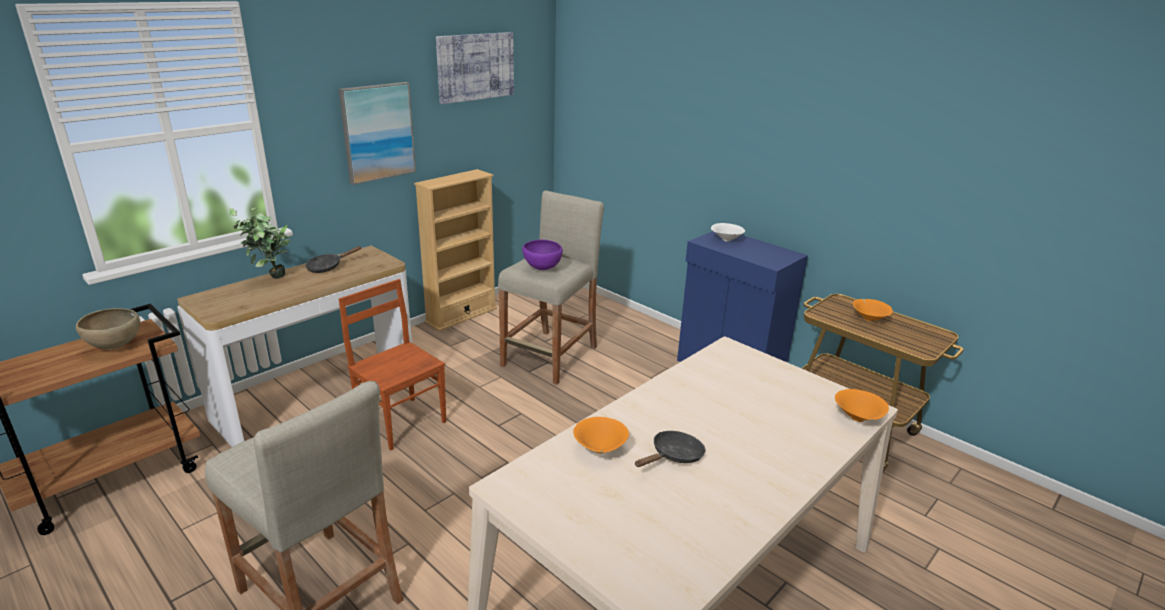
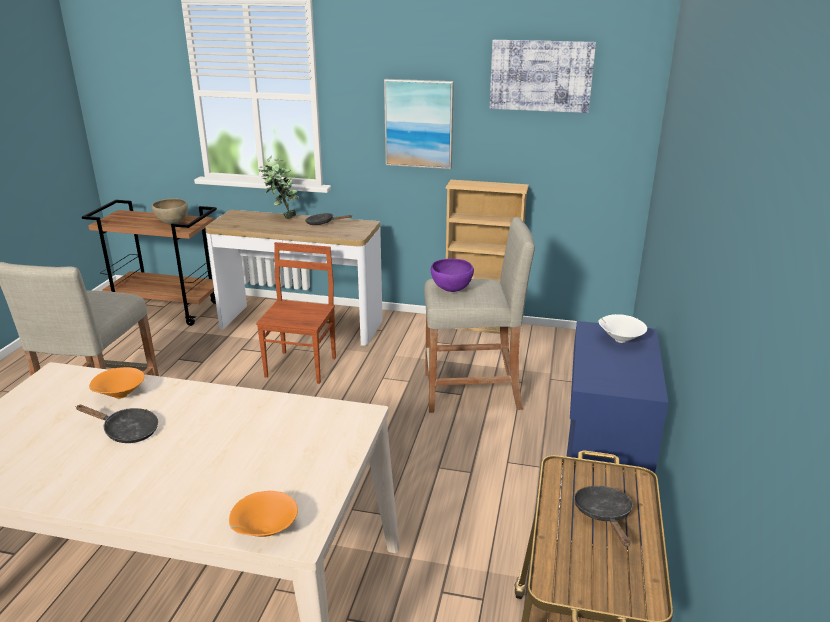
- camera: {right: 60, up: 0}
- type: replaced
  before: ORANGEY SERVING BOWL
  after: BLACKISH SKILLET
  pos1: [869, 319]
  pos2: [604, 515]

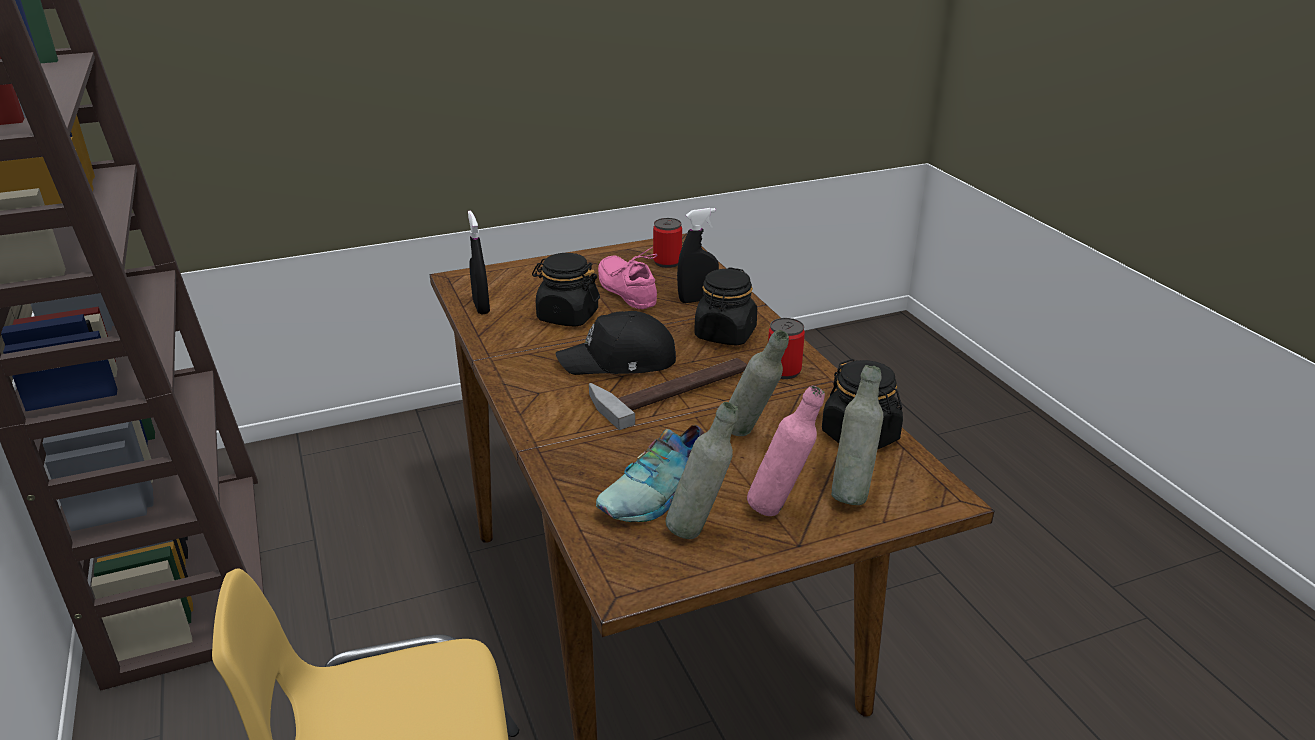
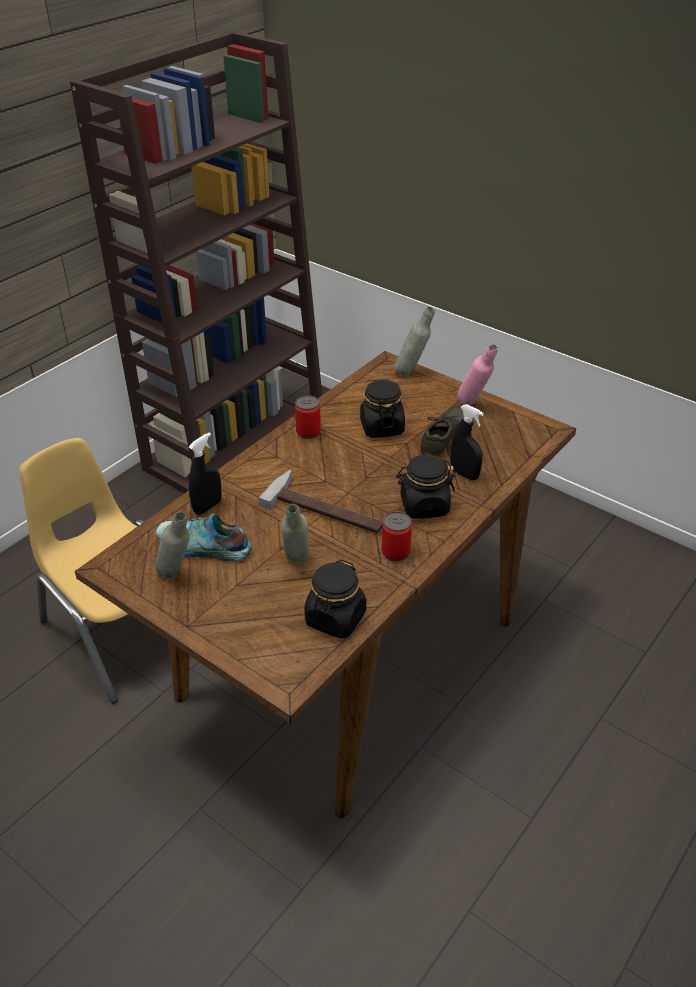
- camera: {right: 60, up: 10}
- type: moved
  before: BLACKISH HAND SPRAYER
  pos1: [481, 307]
  pos2: [207, 507]
- type: moved
  before: CAN
  pos1: [667, 262]
  pos2: [308, 432]
- type: recoloured
  before: PINK LOW SHOE
  after: GREYISH LOW SHOE
  pos1: [629, 290]
  pos2: [447, 438]
- type: removed
  before: BLACKISH PEAKED CAP
  pos1: [620, 361]
- type: moved
  before: GREYISH BEVERAGE BOTTLE
  pos1: [852, 493]
  pos2: [412, 373]
- type: moved
  before: PINK BEVERAGE BOTTLE
  pos1: [780, 508]
  pos2: [473, 405]

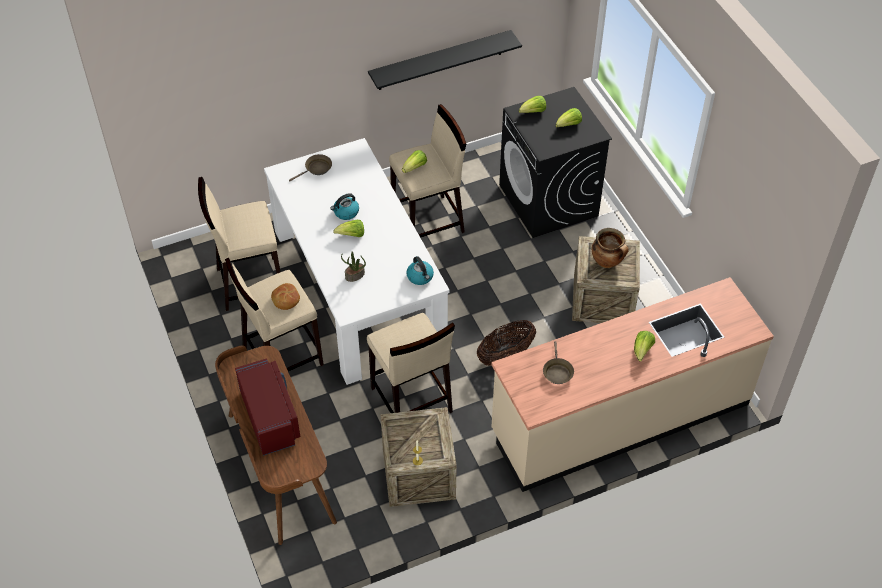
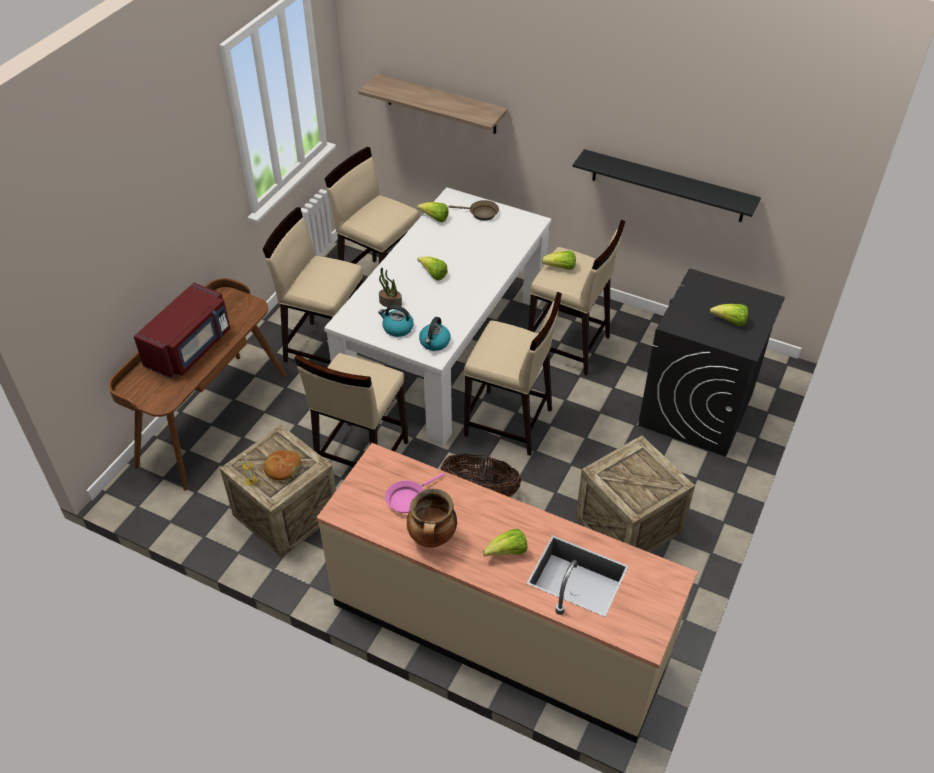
- camera: {right: 50, up: -5}
- type: moved
  before: LETTUCE
  pos1: [533, 112]
  pos2: [435, 218]
- type: moved
  before: WATER KETTLE
  pos1: [346, 212]
  pos2: [397, 328]
- type: moved
  before: COOKING POT
  pos1: [607, 262]
  pos2: [432, 539]
- type: moved
  before: BAKED BREAD
  pos1: [285, 299]
  pos2: [282, 468]
- type: recoloured
  before: BROWN SKILLET
  after: PINK SKILLET
  pos1: [557, 372]
  pos2: [408, 498]
- type: added
  after: WALL SHELF
  pos2: [441, 104]
- type: added
  after: BEIGE SITTING STOOL
  pos2: [509, 423]

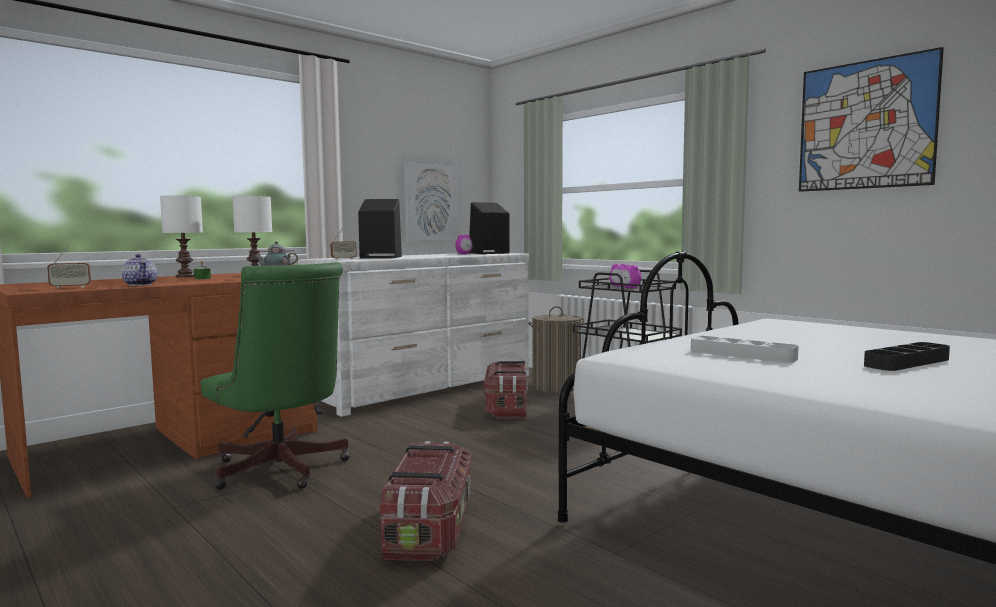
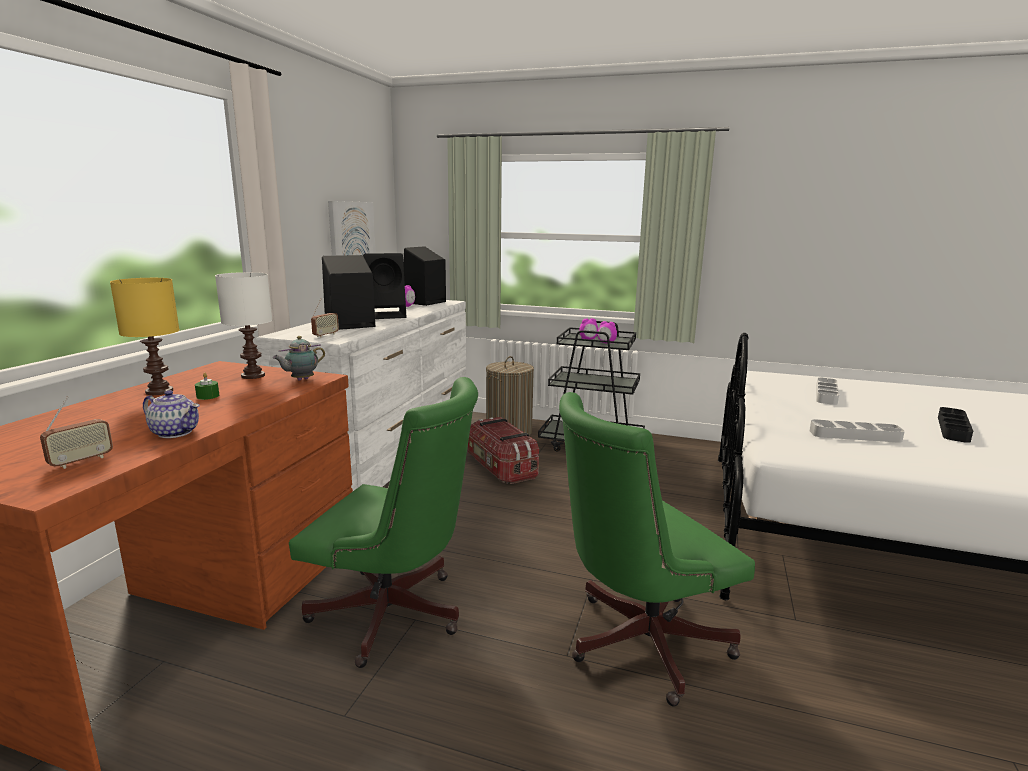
- camera: {right: -30, up: 10}
- type: removed
  before: PICTURE
  pos1: [865, 125]
- type: recoloured
  before: WHITE-COLOURED TABLETOP LAMP
  after: YELLOWISH TABLETOP LAMP
  pos1: [186, 276]
  pos2: [160, 391]
- type: replaced
  before: STORAGE BIN
  after: GREEN COMPUTER CHAIR
  pos1: [430, 528]
  pos2: [637, 643]
- type: added
  after: BLACKISH LOUDSPEAKER
  pos2: [386, 315]
- type: added
  after: GREYISH CARRYING TRAY
  pos2: [826, 394]

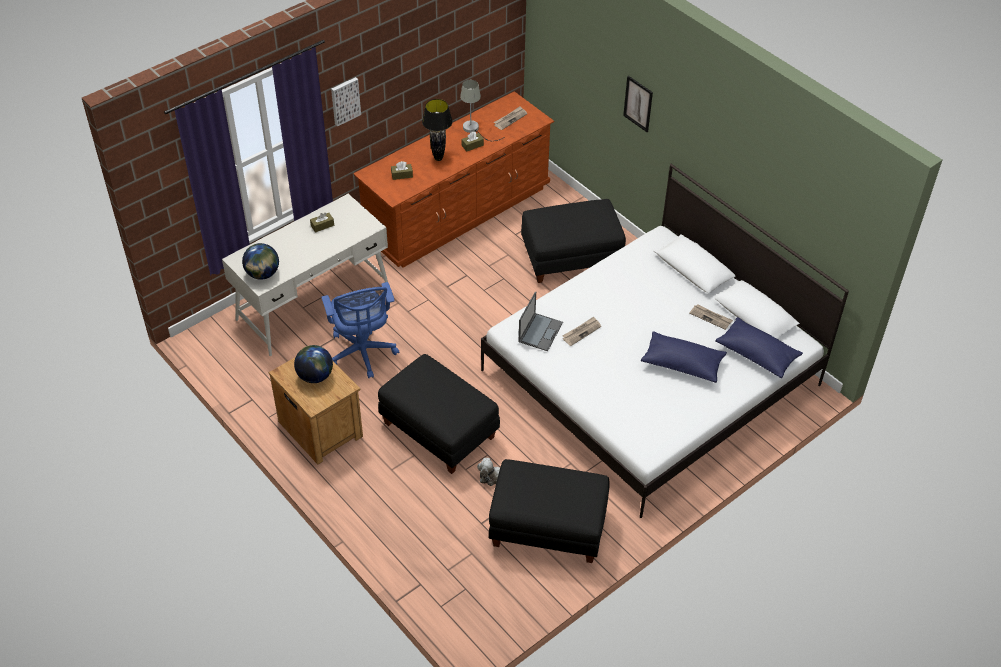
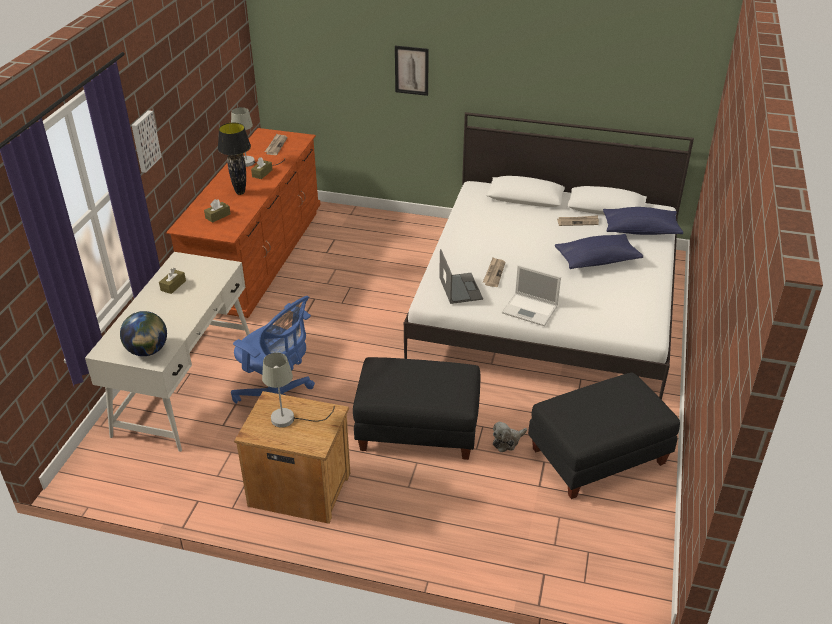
- camera: {right: -35, up: -10}
- type: removed
  before: BLACKISH FOOTREST
  pos1: [571, 257]
- type: replaced
  before: WORLD GLOBE
  after: GREYISH TABLETOP LAMP
  pos1: [315, 376]
  pos2: [290, 418]
- type: added
  after: NOTEBOOK COMPUTER
  pos2: [531, 310]

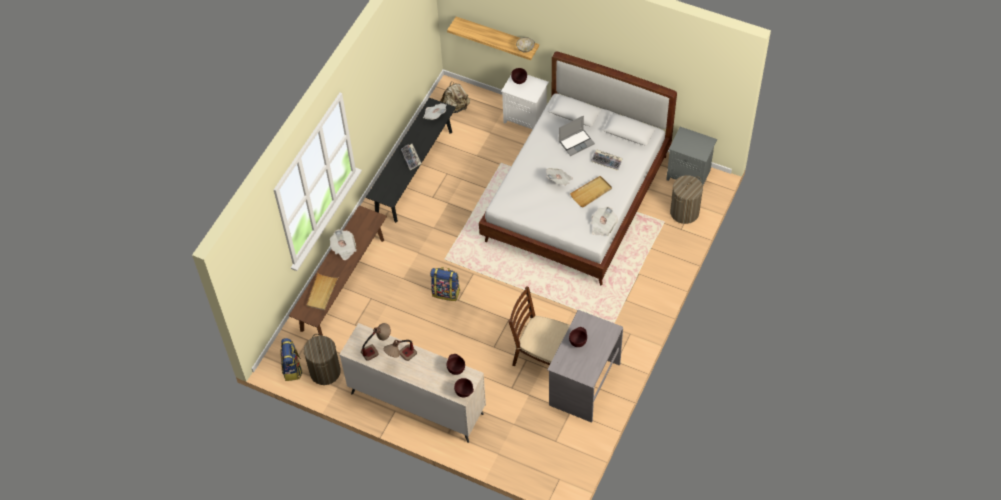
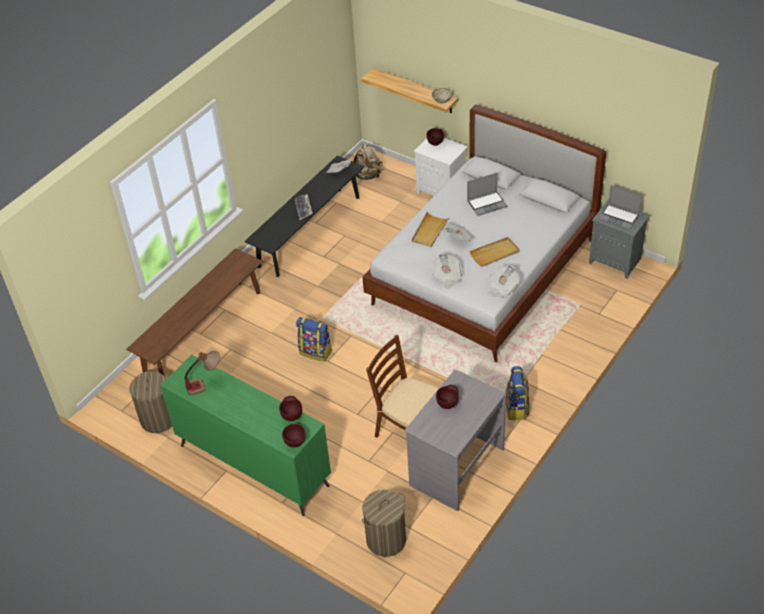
- camera: {right: 10, up: -10}
- type: removed
  before: COMPUTER KEYBOARD
  pos1: [607, 161]
- type: moved
  before: WASHING BASKET
  pos1: [684, 212]
  pos2: [386, 540]
- type: moved
  before: PRINTED PAPER
  pos1: [344, 249]
  pos2: [447, 277]
- type: moved
  before: BEIGE CARRYING TRAY
  pos1: [322, 292]
  pos2: [429, 231]
- type: recoloured
  before: BEIGE DRESSER
  after: GREEN DRESSER
  pos1: [416, 403]
  pos2: [253, 464]
- type: moved
  before: BACKPACK
  pos1: [292, 369]
  pos2: [517, 408]
- type: removed
  before: TABLETOP LAMP
  pos1: [401, 358]
- type: added
  after: NOTEBOOK COMPUTER
  pos2: [619, 217]

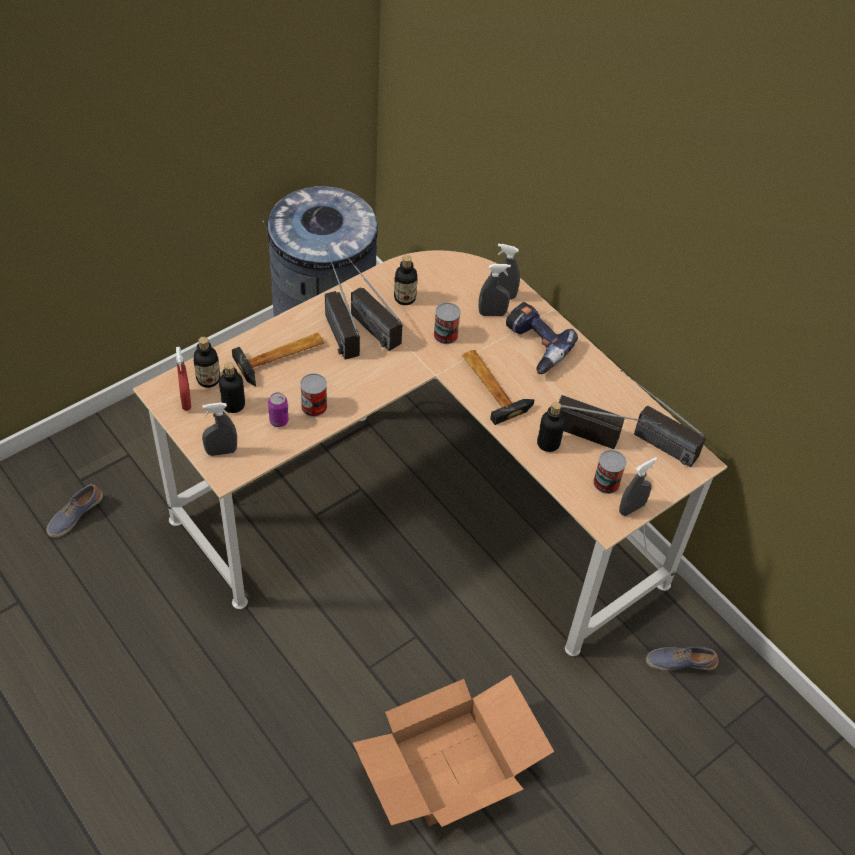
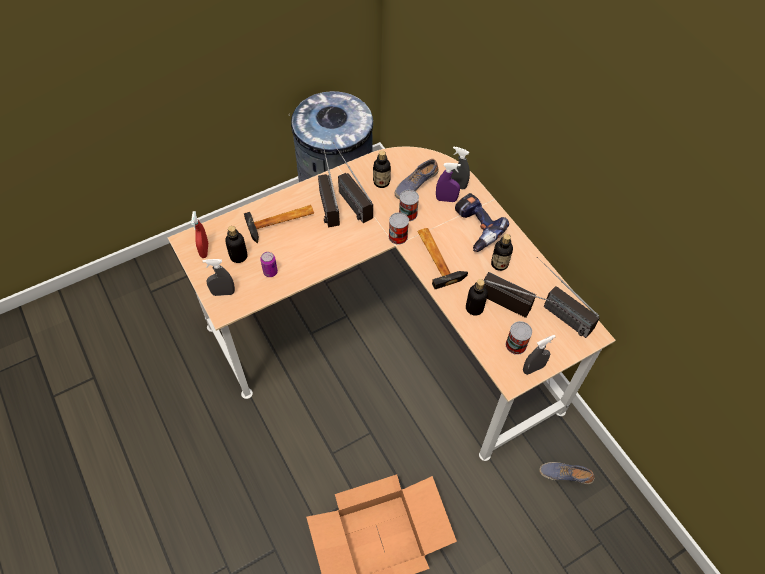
- camera: {right: 10, up: 5}
- type: recoloured
  before: GREYISH HAND SPRAYER
  after: PURPLE HAND SPRAYER
  pos1: [492, 313]
  pos2: [446, 199]
- type: moved
  before: BEVERAGE BOTTLE
  pos1: [208, 379]
  pos2: [499, 264]
- type: moved
  before: CAN
  pos1: [314, 406]
  pos2: [398, 236]
- type: moved
  before: LOW SHOE
  pos1: [75, 516]
  pos2: [415, 184]

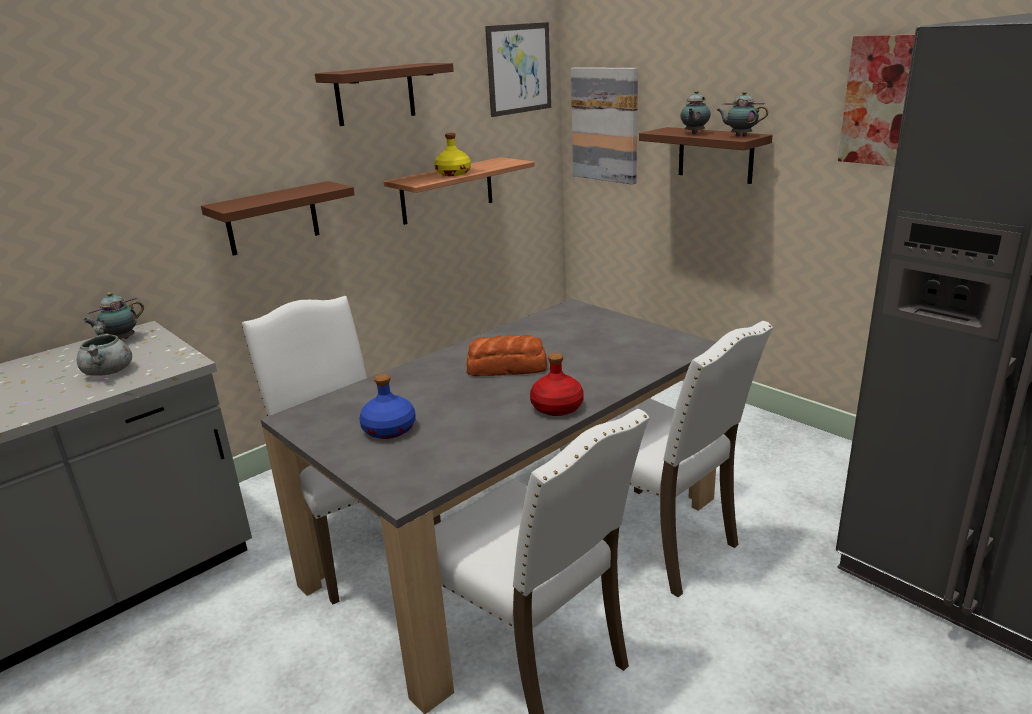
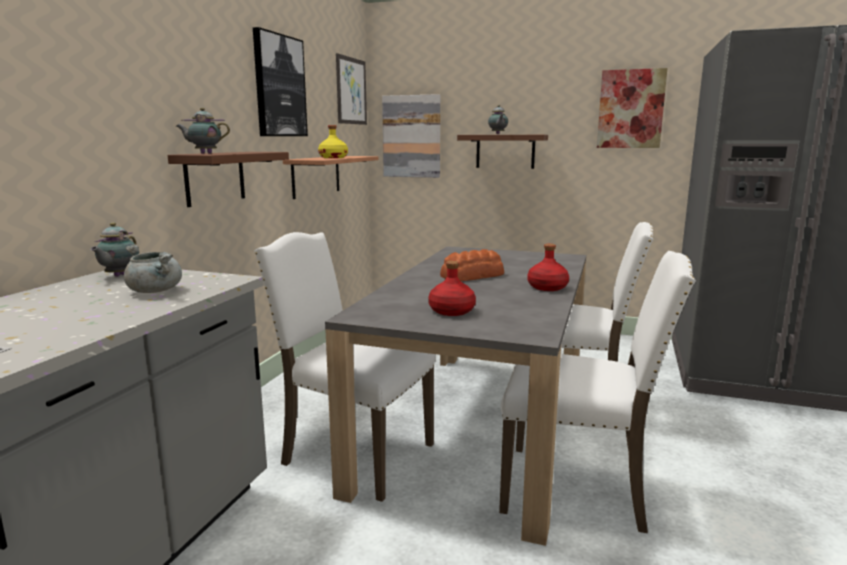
- camera: {right: -30, up: -10}
- type: replaced
  before: BROWN WALL SHELF
  after: PICTURE
  pos1: [375, 94]
  pos2: [279, 86]
- type: moved
  before: POT FOR TEA
  pos1: [739, 136]
  pos2: [204, 153]
- type: recoloured
  before: BLUE-COLOURED BEVERAGE BOTTLE
  after: RED-COLOURED BEVERAGE BOTTLE
  pos1: [389, 430]
  pos2: [452, 311]

